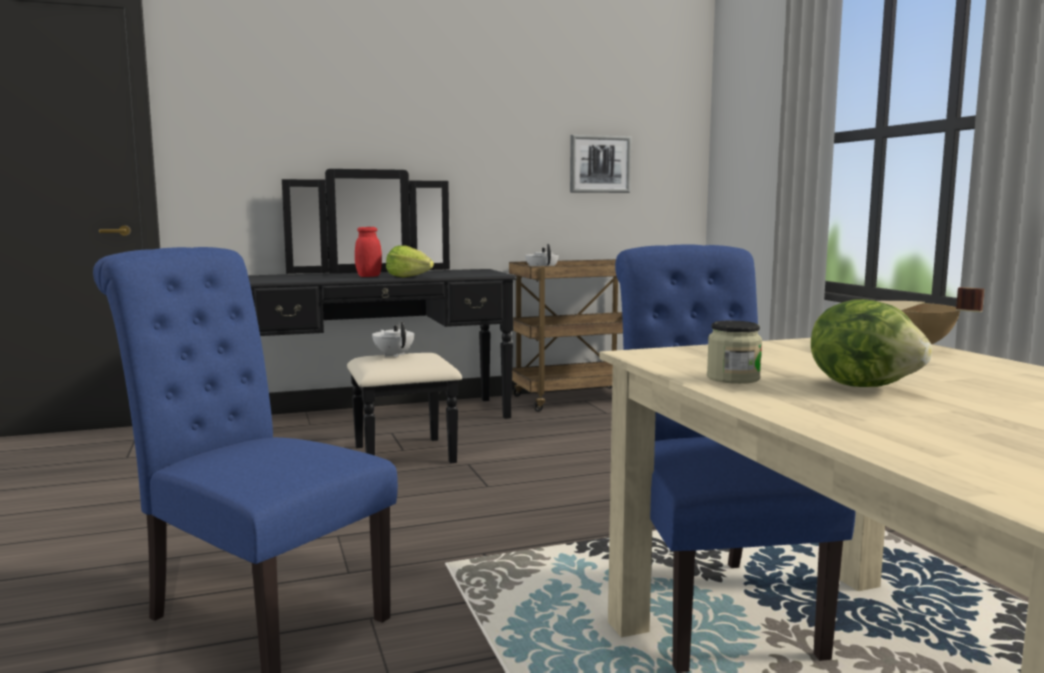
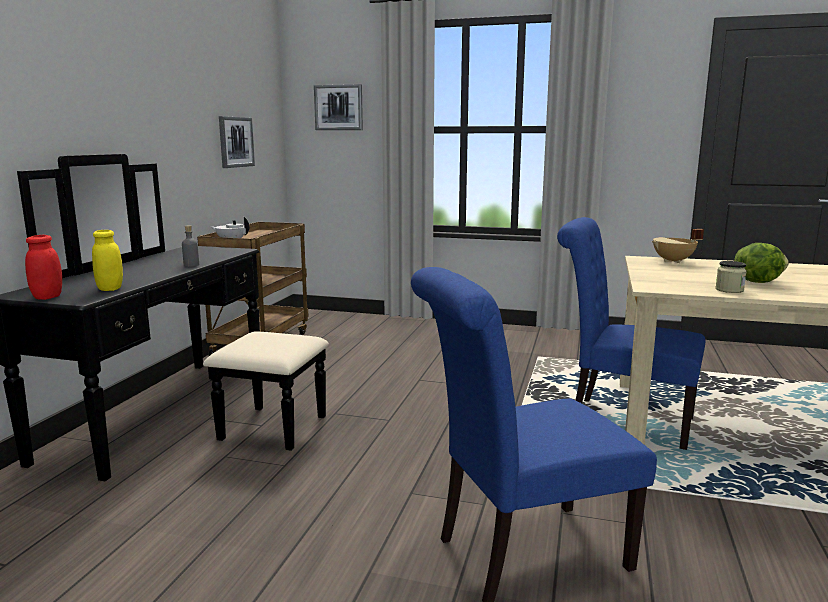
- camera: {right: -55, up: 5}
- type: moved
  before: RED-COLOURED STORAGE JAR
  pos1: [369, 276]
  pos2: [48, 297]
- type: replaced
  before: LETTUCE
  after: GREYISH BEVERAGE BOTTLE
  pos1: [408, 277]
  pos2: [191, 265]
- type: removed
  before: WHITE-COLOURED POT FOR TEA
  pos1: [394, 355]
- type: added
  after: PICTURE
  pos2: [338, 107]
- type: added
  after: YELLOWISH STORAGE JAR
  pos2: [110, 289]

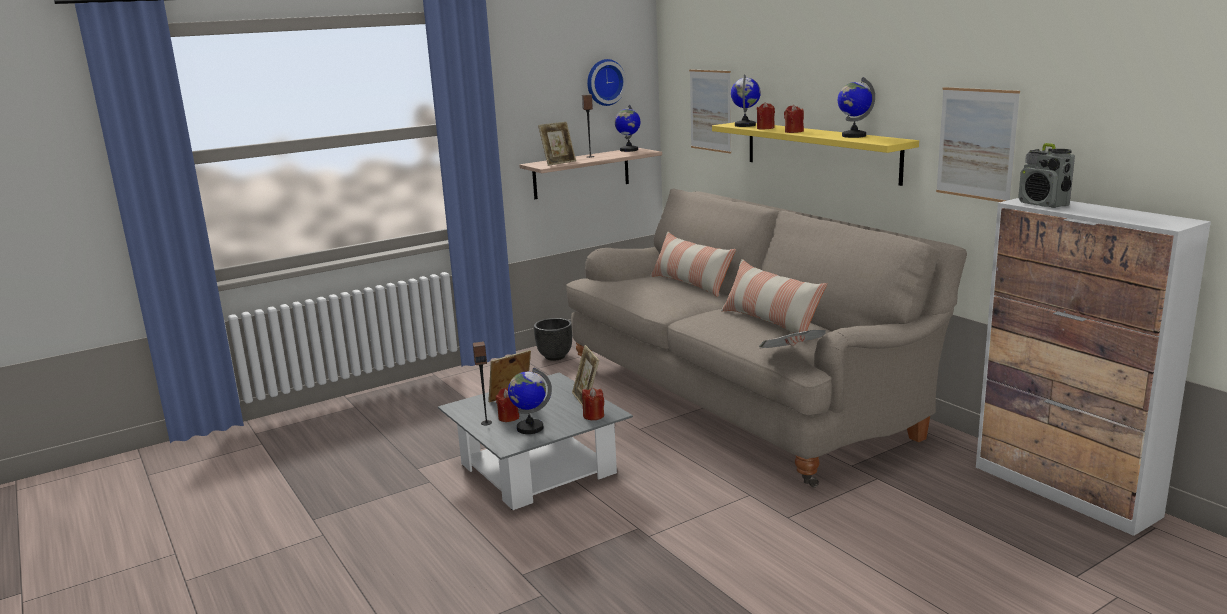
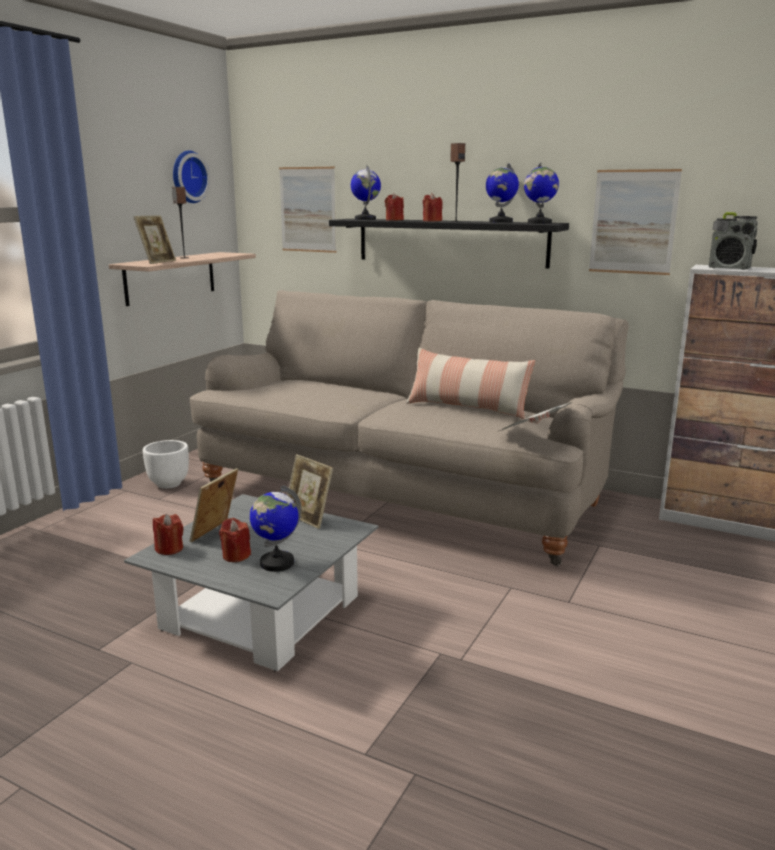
- camera: {right: -30, up: 0}
- type: moved
  before: WORLD GLOBE
  pos1: [628, 150]
  pos2: [539, 223]
- type: recoloured
  before: YELLOWISH WALL SHELF
  after: BLACKISH WALL SHELF
  pos1: [820, 151]
  pos2: [450, 242]
- type: removed
  before: THROW PILLOW
  pos1: [691, 284]
- type: recoloured
  before: BLACKISH PLANTER
  after: WHITE-COLOURED PLANTER
  pos1: [555, 357]
  pos2: [169, 484]
- type: moved
  before: LOUDSPEAKER
  pos1: [486, 423]
  pos2: [455, 221]
- type: moved
  before: RED-COLOURED CANDLE
  pos1: [593, 416]
  pos2: [169, 549]

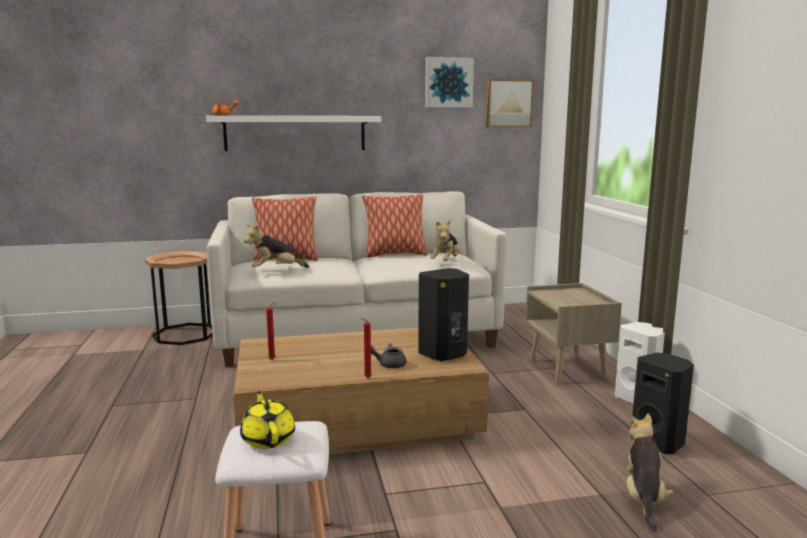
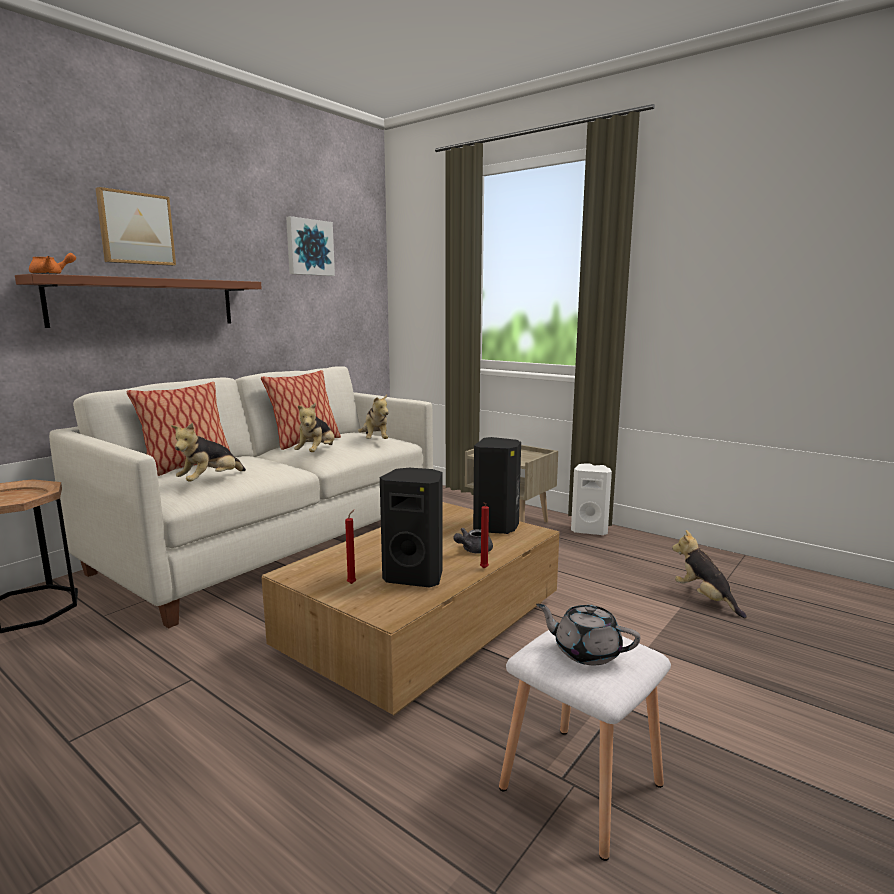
- camera: {right: -40, up: 0}
- type: moved
  before: PICTURE
  pos1: [508, 103]
  pos2: [135, 229]
- type: recoloured
  before: WHITE-COLOURED WALL SHELF
  after: BROWN WALL SHELF
  pos1: [295, 133]
  pos2: [145, 302]
- type: moved
  before: BLACKISH LOUDSPEAKER
  pos1: [659, 442]
  pos2: [415, 576]
- type: recoloured
  before: YELLOWISH POT FOR TEA
  after: GREYISH POT FOR TEA
  pos1: [268, 439]
  pos2: [586, 652]
- type: added
  after: CUDDLY TOY
  pos2: [317, 453]

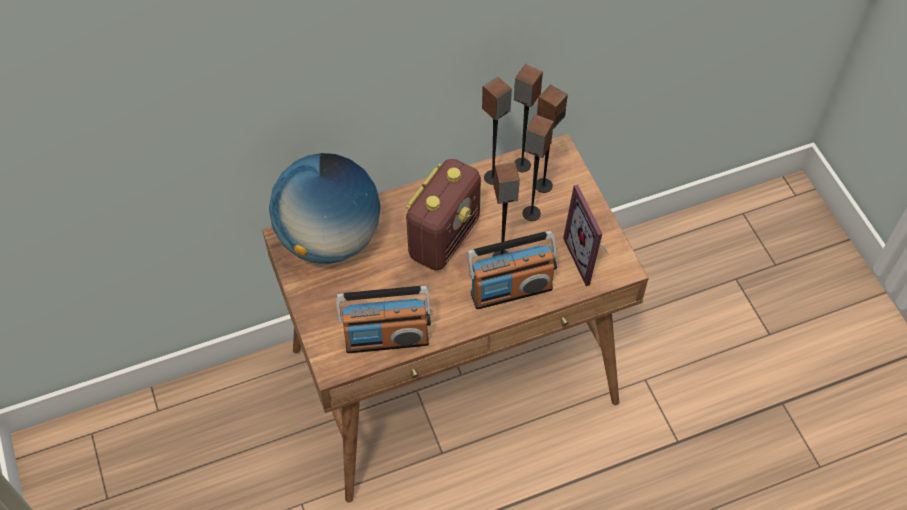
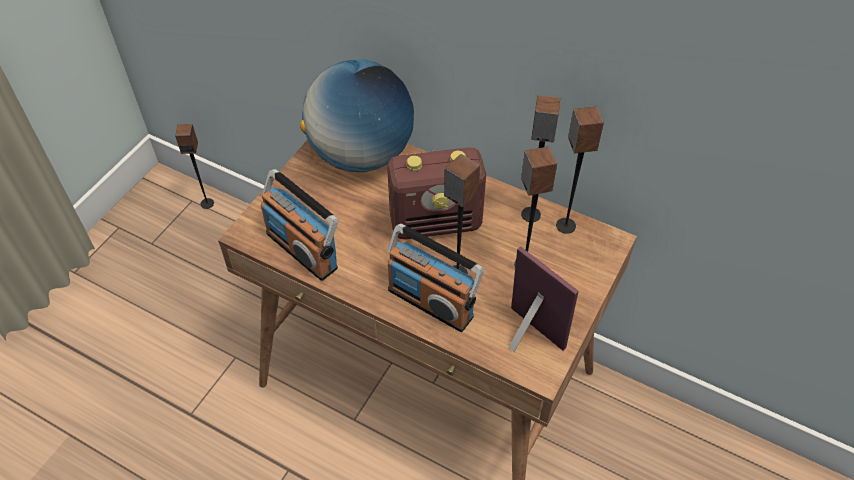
- camera: {right: 50, up: -5}
- type: moved
  before: LOUDSPEAKER
  pos1: [543, 185]
  pos2: [207, 203]
- type: turned
  before: PICTURE FRAME
  pos1: [590, 257]
  pos2: [526, 338]
  turn: 105

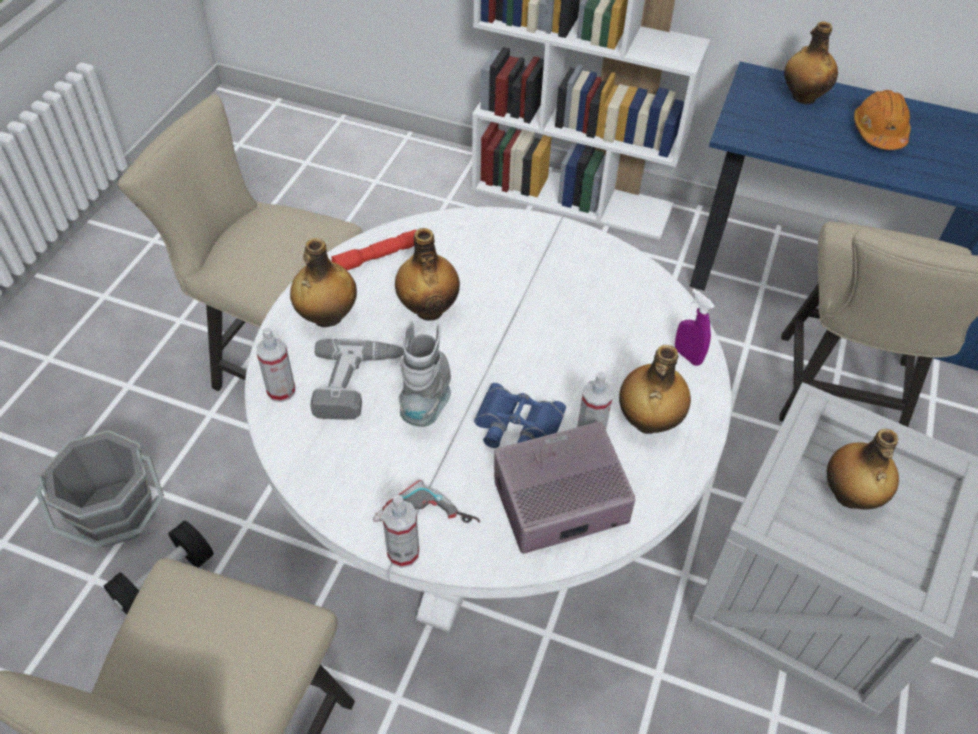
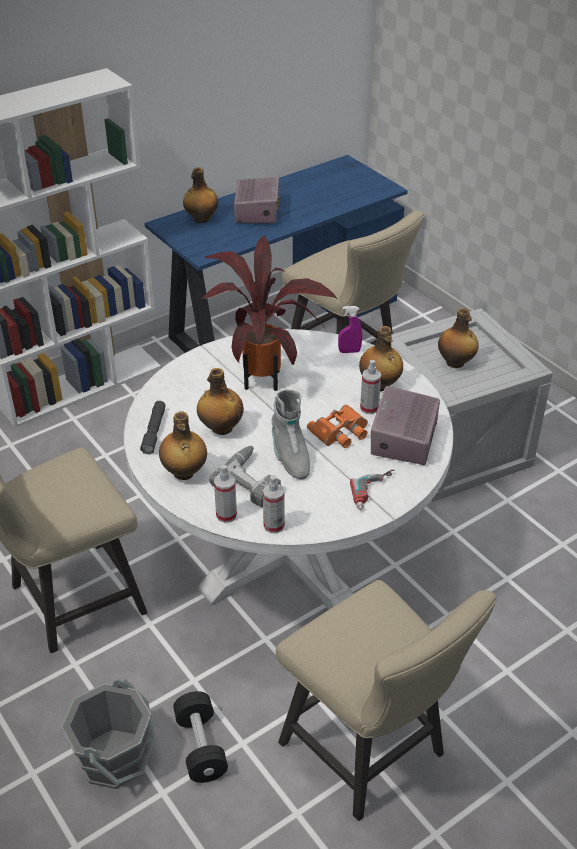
- camera: {right: -55, up: -10}
- type: replaced
  before: ORANGEY SAFETY HELMET
  after: RADIO SET
  pos1: [879, 132]
  pos2: [257, 212]
- type: recoloured
  before: RED-COLOURED TORCH
  after: GREYISH TORCH
  pos1: [377, 257]
  pos2: [154, 431]
- type: turned
  before: GREYISH BOOT
  pos1: [428, 398]
  pos2: [290, 456]
  turn: -150
- type: recoloured
  before: BLUE-COLOURED FIELD GLASSES
  after: ORANGEY FIELD GLASSES
  pos1: [516, 426]
  pos2: [341, 432]
- type: moved
  before: HAND SPRAYER
  pos1: [403, 553]
  pos2: [274, 525]
- type: added
  after: HOUSEPLANT
  pos2: [265, 377]

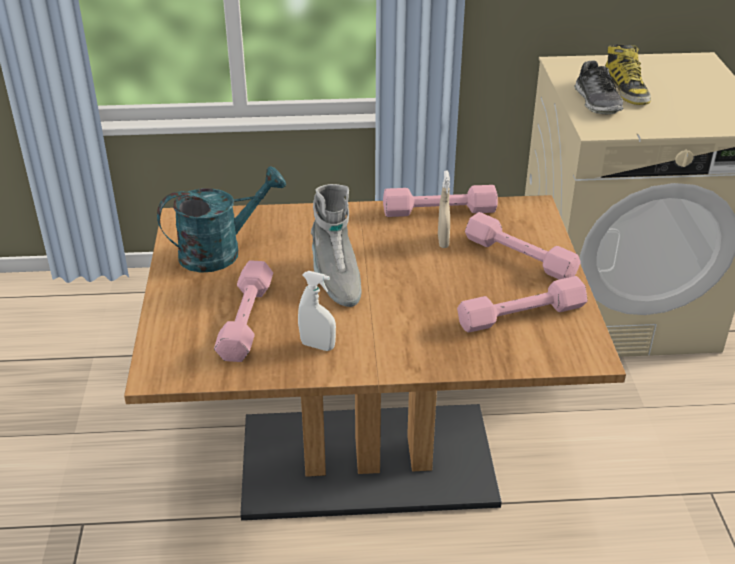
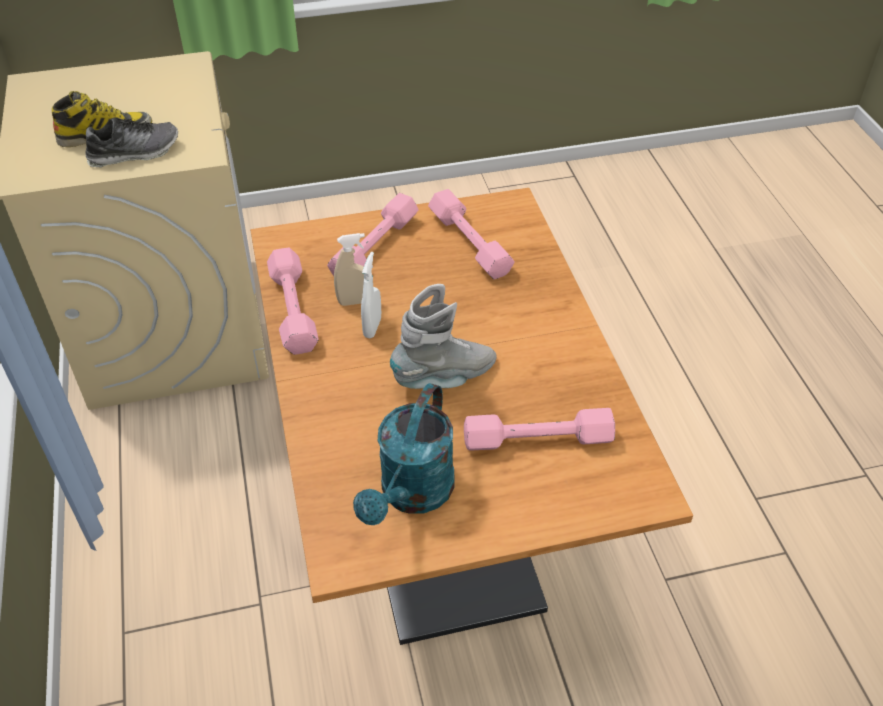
- camera: {right: -100, up: 10}
- type: turned
  before: TURQUOISE-COLOURED WATERING CAN
  pos1: [221, 251]
  pos2: [412, 495]
  turn: -120
- type: moved
  before: WHITE-COLOURED HAND SPRAYER
  pos1: [317, 346]
  pos2: [372, 327]

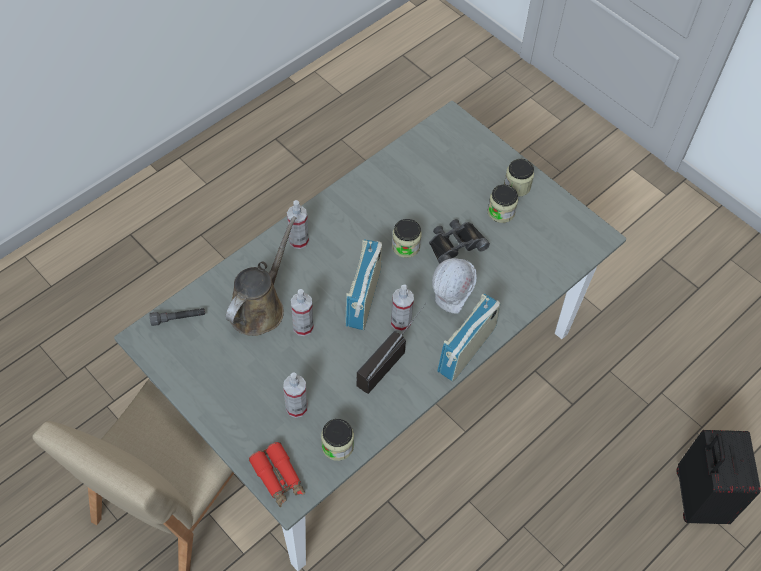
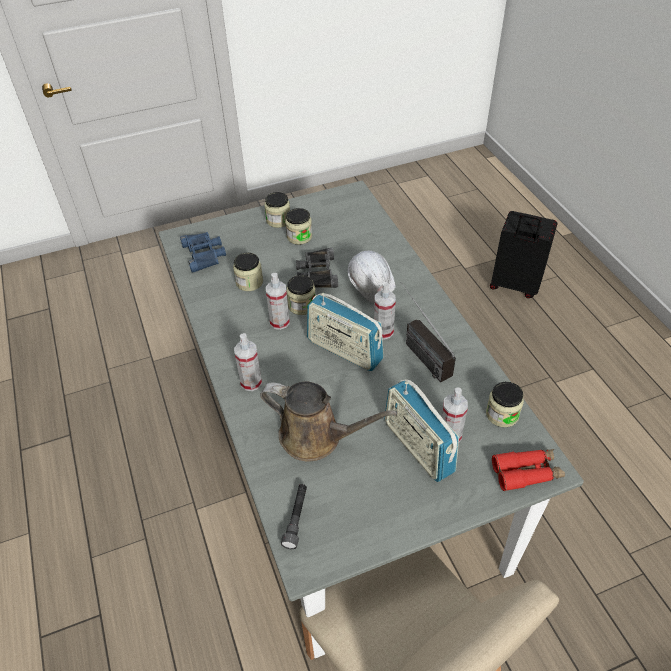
- camera: {right: -65, up: -10}
- type: turned
  before: BROWN WATERING CAN
  pos1: [259, 307]
  pos2: [316, 437]
  turn: 150
- type: moved
  before: HAND SPRAYER
  pos1: [303, 327]
  pos2: [279, 322]
- type: moved
  before: RADIO SET
  pos1: [466, 350]
  pos2: [418, 447]
- type: added
  after: BLUE-COLOURED FIELD GLASSES
  pos2: [204, 254]
- type: added
  after: STORAGE JAR
  pos2: [249, 282]

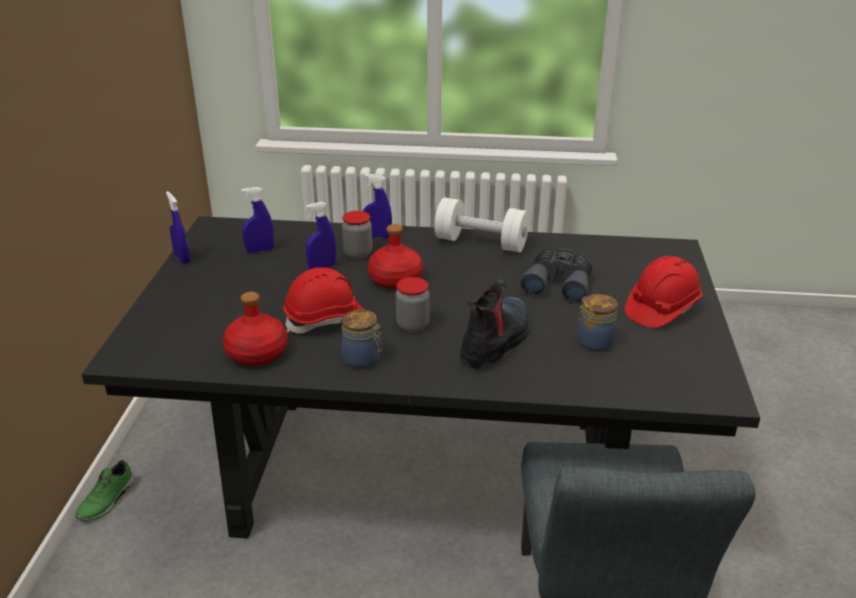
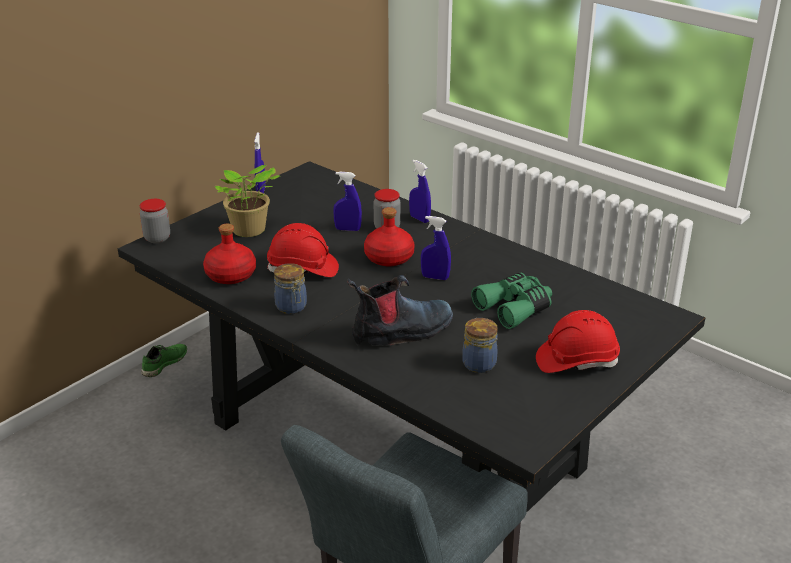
- camera: {right: 35, up: 0}
- type: moved
  before: BLUE-COLOURED HAND SPRAYER
  pos1: [260, 250]
  pos2: [435, 277]
- type: removed
  before: WHITE-COLOURED FREE WEIGHT
  pos1: [481, 243]
- type: recoloured
  before: GREYISH FIELD GLASSES
  after: GREEN FIELD GLASSES
  pos1: [558, 284]
  pos2: [515, 308]
- type: moved
  before: STORAGE JAR
  pos1: [412, 325]
  pos2: [157, 238]
- type: turned
  before: GREEN LOW SHOE
  pos1: [108, 500]
  pos2: [164, 364]
  turn: 150
- type: added
  after: HOUSEPLANT
  pos2: [249, 231]

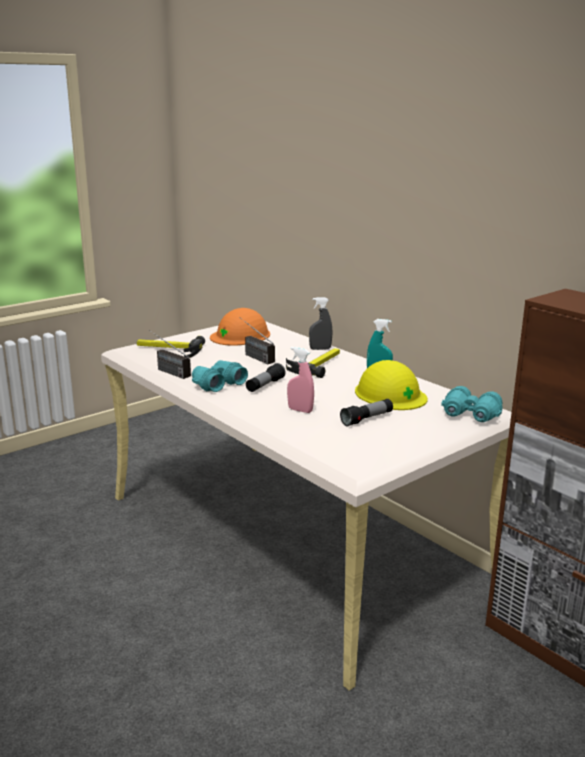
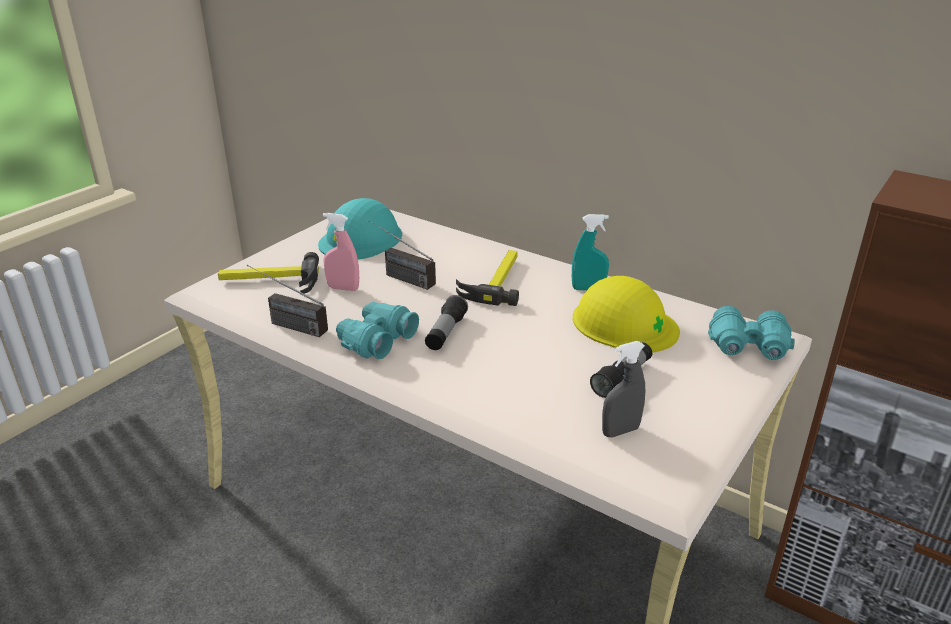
- camera: {right: -15, up: 10}
- type: moved
  before: GREYISH HAND SPRAYER
  pos1: [320, 349]
  pos2: [620, 431]
- type: recoloured
  before: ORANGEY SAFETY HELMET
  after: TURQUOISE-COLOURED SAFETY HELMET
  pos1: [240, 335]
  pos2: [361, 239]
- type: moved
  before: PINK HAND SPRAYER
  pos1: [300, 410]
  pos2: [343, 288]

